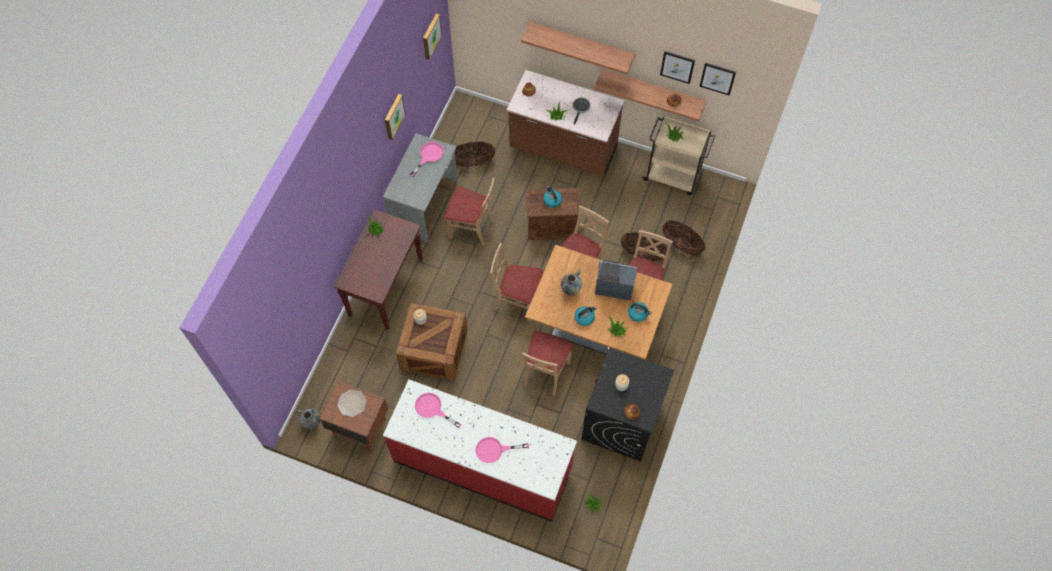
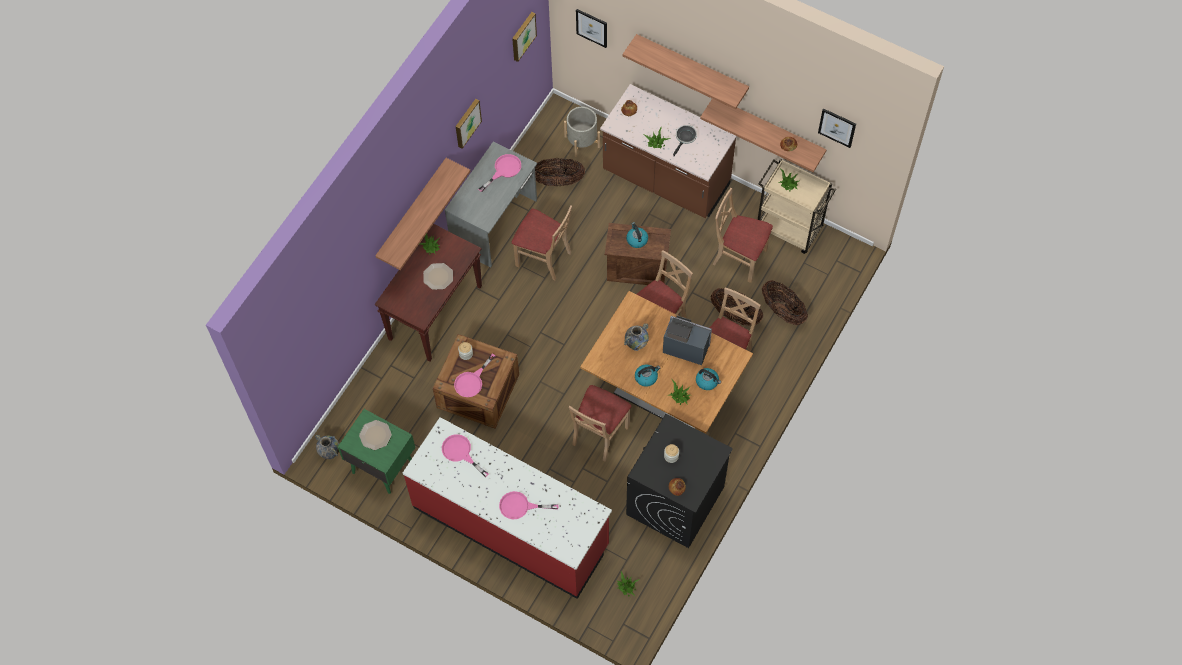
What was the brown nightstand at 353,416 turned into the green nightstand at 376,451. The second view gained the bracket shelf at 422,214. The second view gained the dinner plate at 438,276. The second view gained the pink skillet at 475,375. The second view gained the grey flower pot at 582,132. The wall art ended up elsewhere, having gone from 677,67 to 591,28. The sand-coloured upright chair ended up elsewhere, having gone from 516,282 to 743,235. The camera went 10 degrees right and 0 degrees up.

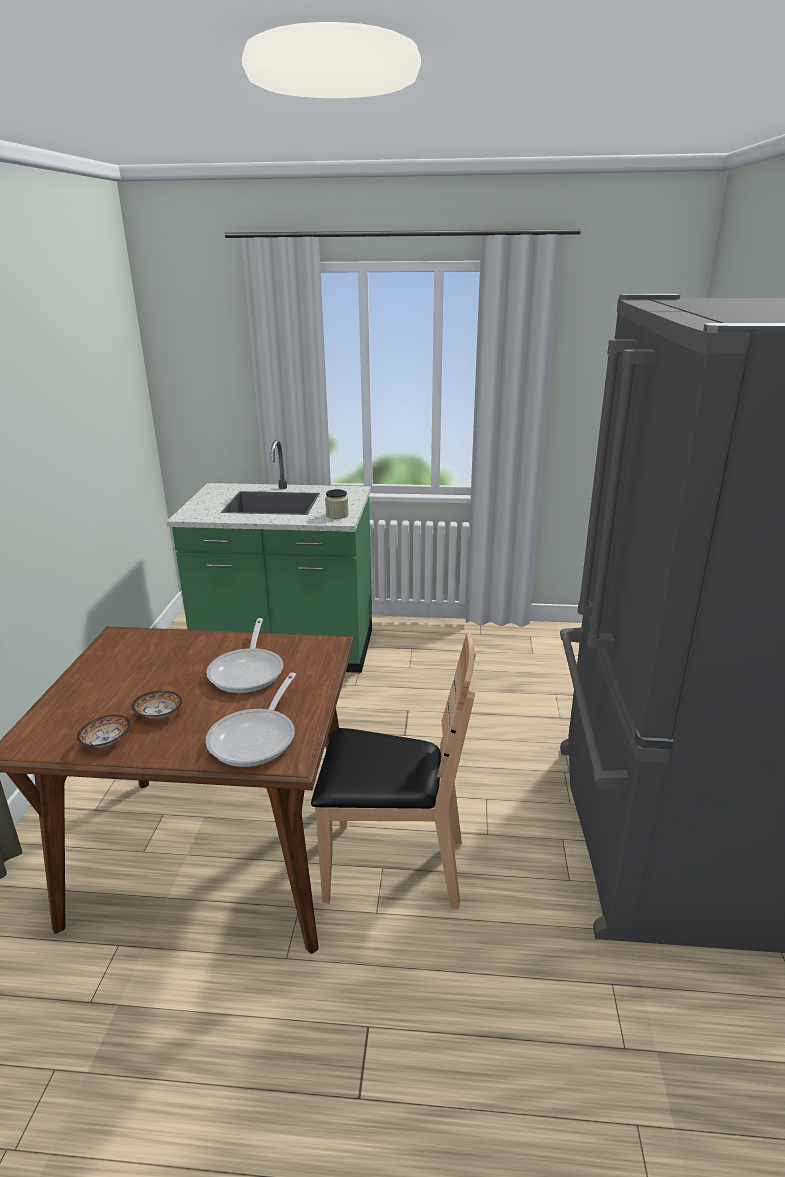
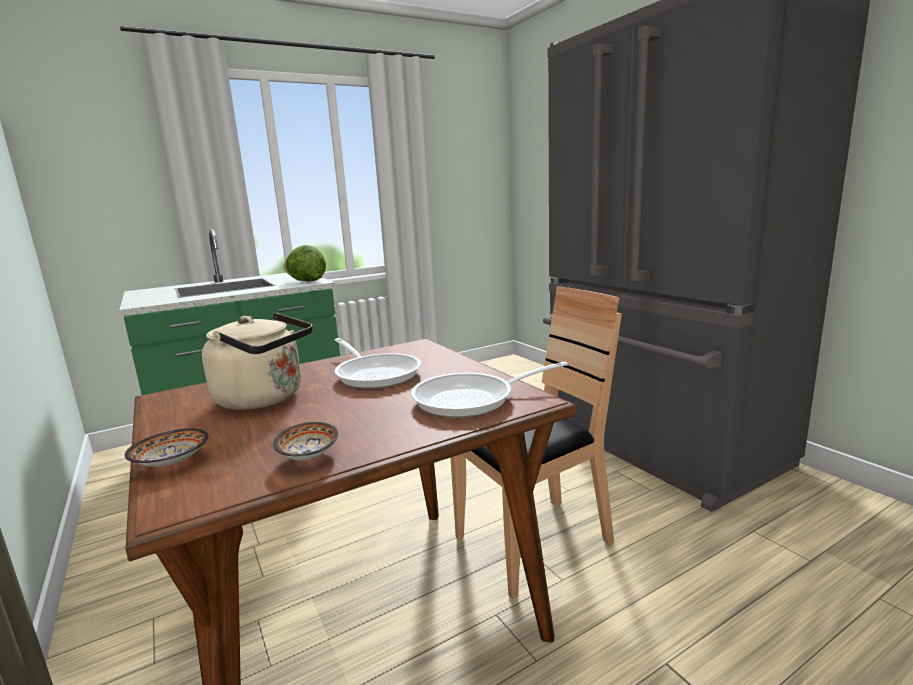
The serving bowl ended up elsewhere, having gone from 157,704 to 167,448. The second view gained the sand-coloured tea kettle at 257,361. Where the jar stood at 337,504, the lettuce came to stand at 304,263. The skillet at 251,719 ended up facing another way, 90 degrees clockwise from before. The camera went 35 degrees left and 10 degrees down.

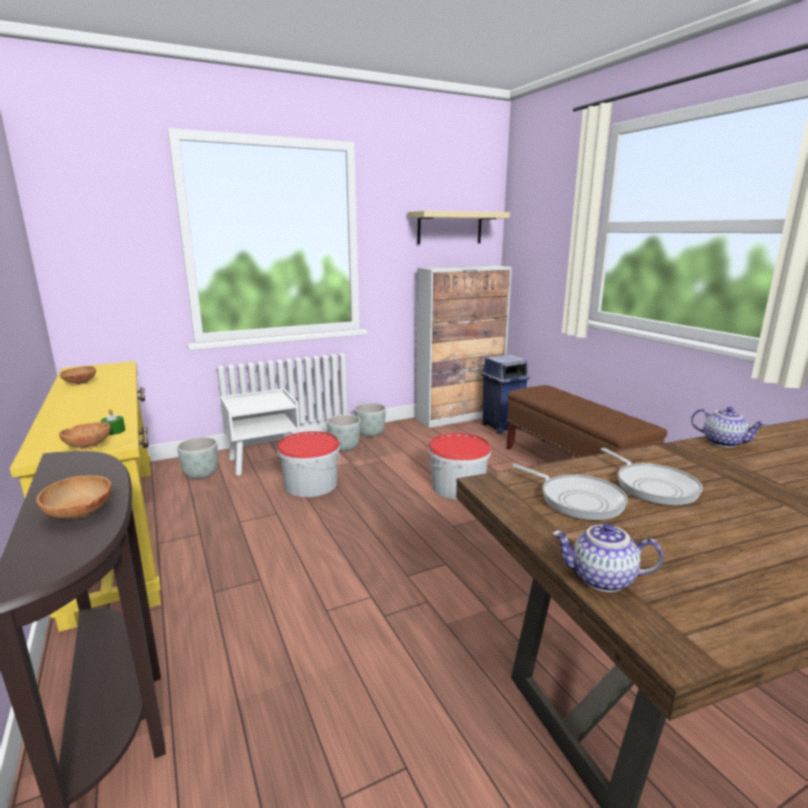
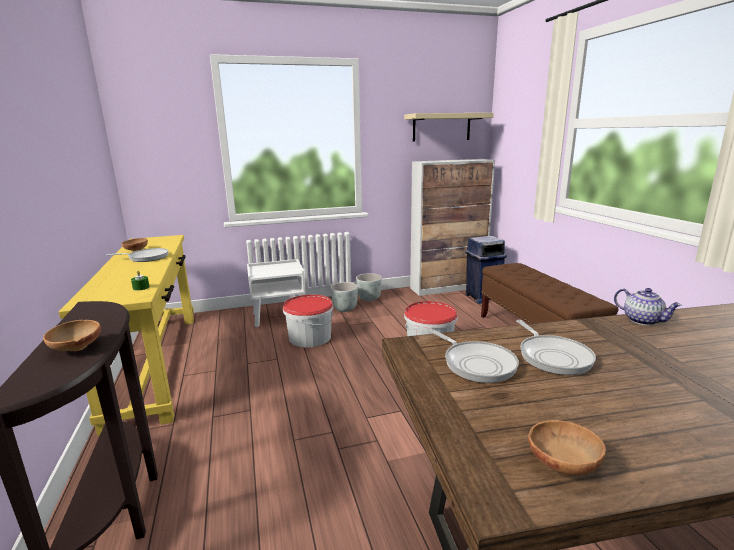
The second view gained the skillet at 137,255. The brown serving bowl ended up elsewhere, having gone from 85,436 to 567,448. The second view lost the grey flower pot at 197,458. The second view lost the tea pot at 607,557. The camera went 10 degrees right and 0 degrees up.

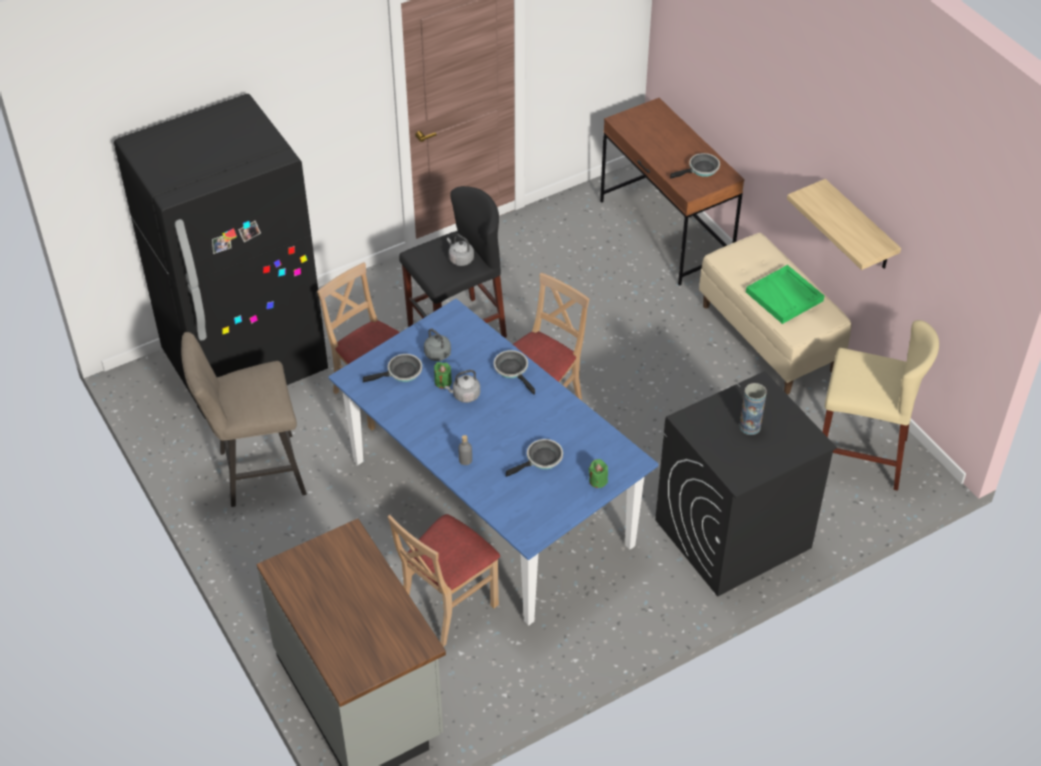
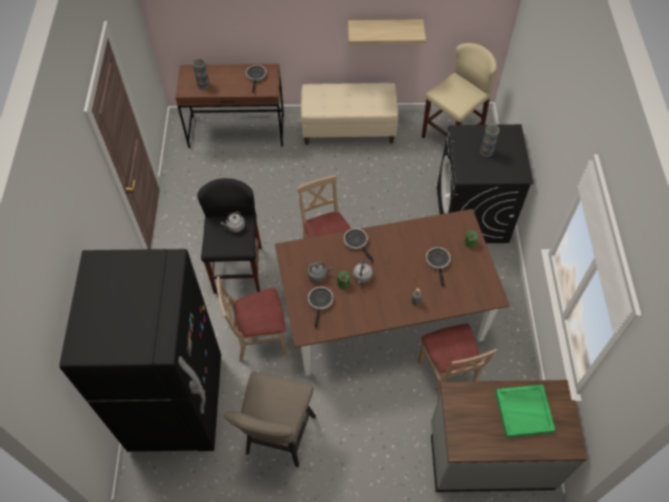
The second view gained the decorative vase at 201,74. What was the blue-coloured kitchen table at 493,462 turned into the brown kitchen table at 392,292. The skillet at 514,372 ended up facing another way, 60 degrees clockwise from before. The green carrying tray ended up elsewhere, having gone from 785,294 to 525,411. The camera went 60 degrees left and 10 degrees up.

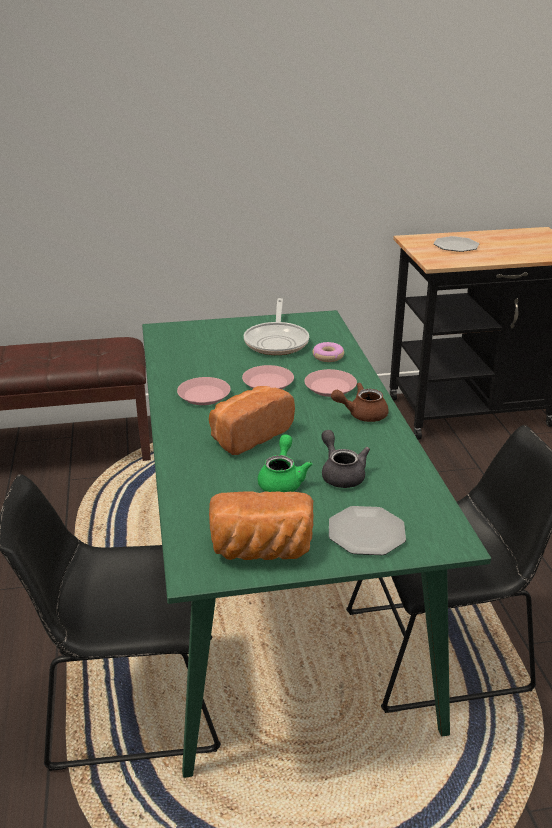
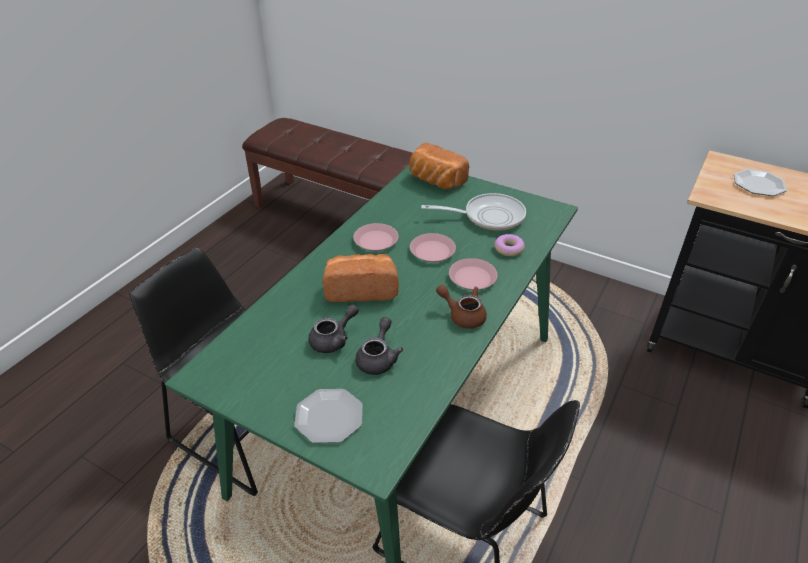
What was the green tea pot at 285,463 turned into the grey tea pot at 334,328. The bakery bread ended up elsewhere, having gone from 261,525 to 439,166. The skillet at 276,326 ended up facing another way, 135 degrees counterclockwise from before. The camera went 40 degrees right and 10 degrees up.

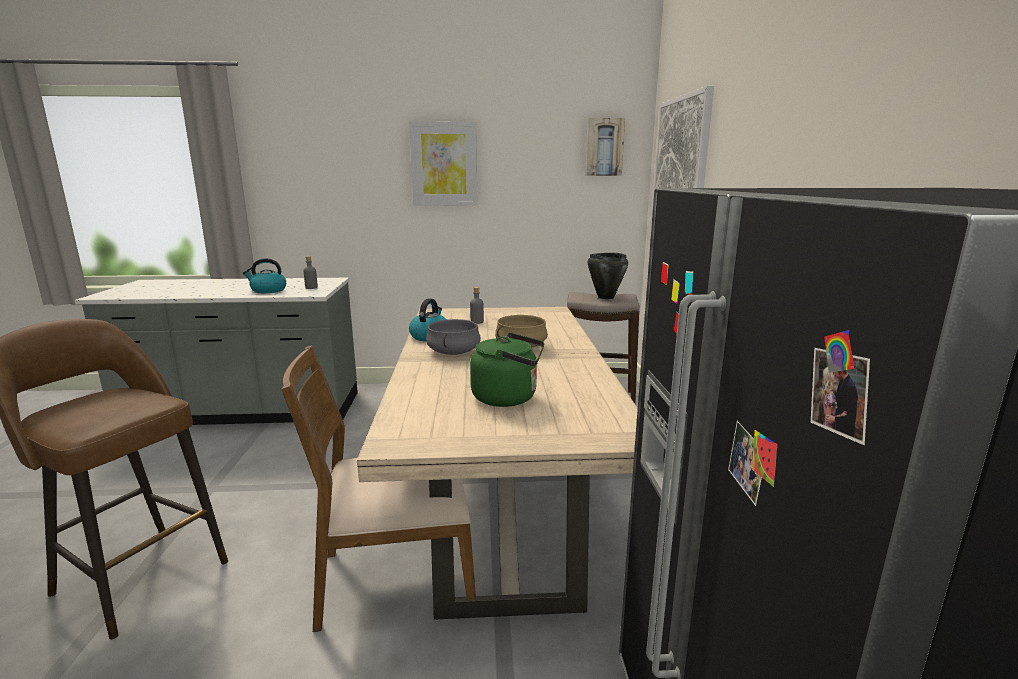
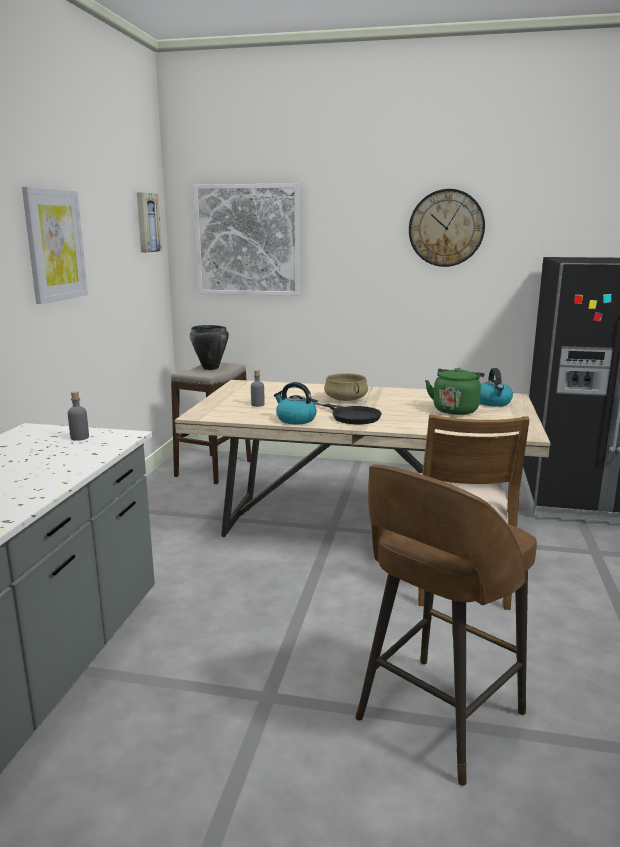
Where the grey saucepot stood at 453,337, the black skillet came to stand at 346,411. The second view gained the hanging clock at 447,228. The tea kettle ended up elsewhere, having gone from 264,275 to 496,387. The camera went 75 degrees left and 0 degrees up.

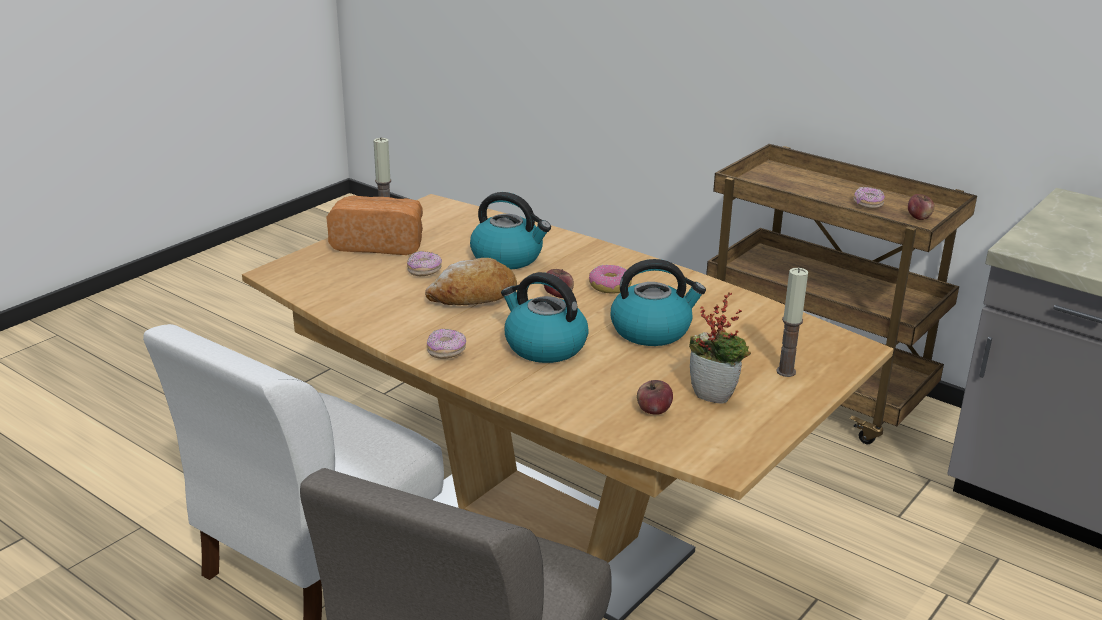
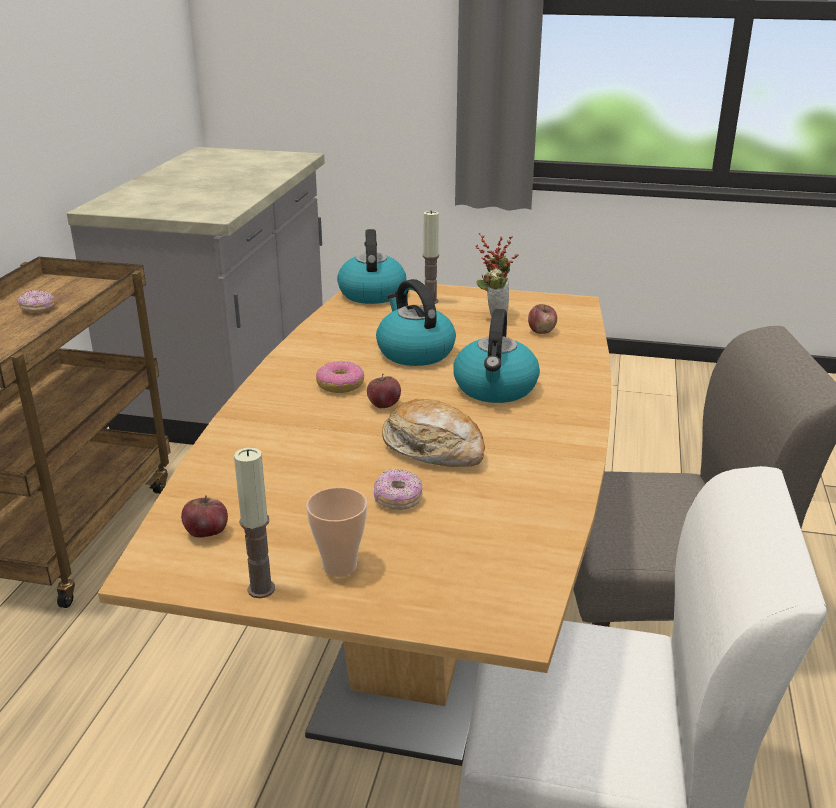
The whole apple ended up elsewhere, having gone from 921,207 to 204,516. Where the bakery bread stood at 374,225, the drinking cup came to stand at 336,532. The tea kettle ended up elsewhere, having gone from 510,230 to 371,266. The second view lost the ring doughnut at 446,344. The camera went 115 degrees left and 0 degrees up.

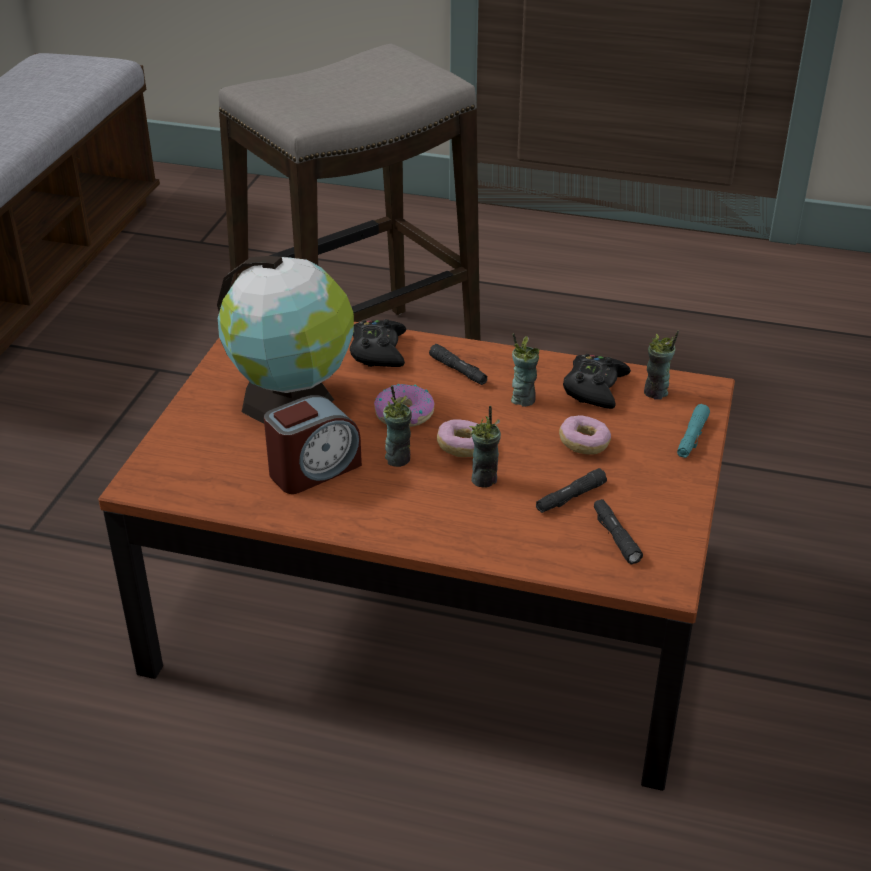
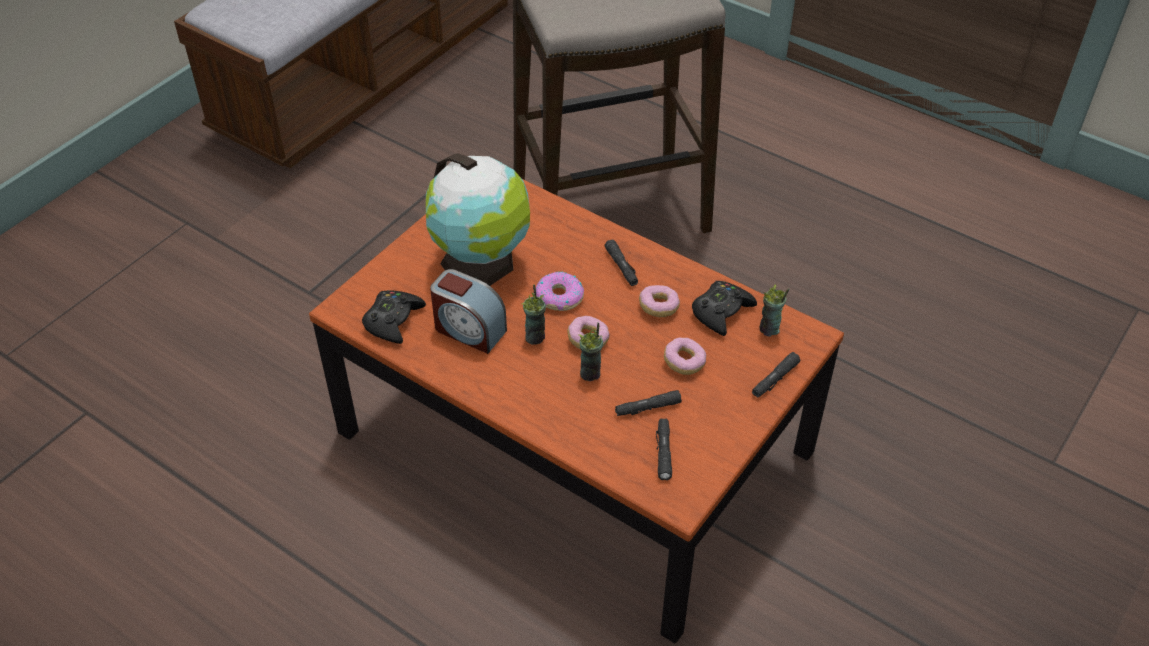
The black joypad ended up elsewhere, having gone from 378,343 to 394,317. The table clock at 313,444 ended up facing another way, 45 degrees clockwise from before. Where the drinking cup stood at 525,370, the ring doughnut came to stand at 659,301. What was the turquoise hand torch at 693,431 turned into the black hand torch at 776,375. The camera went 20 degrees right and 10 degrees up.

